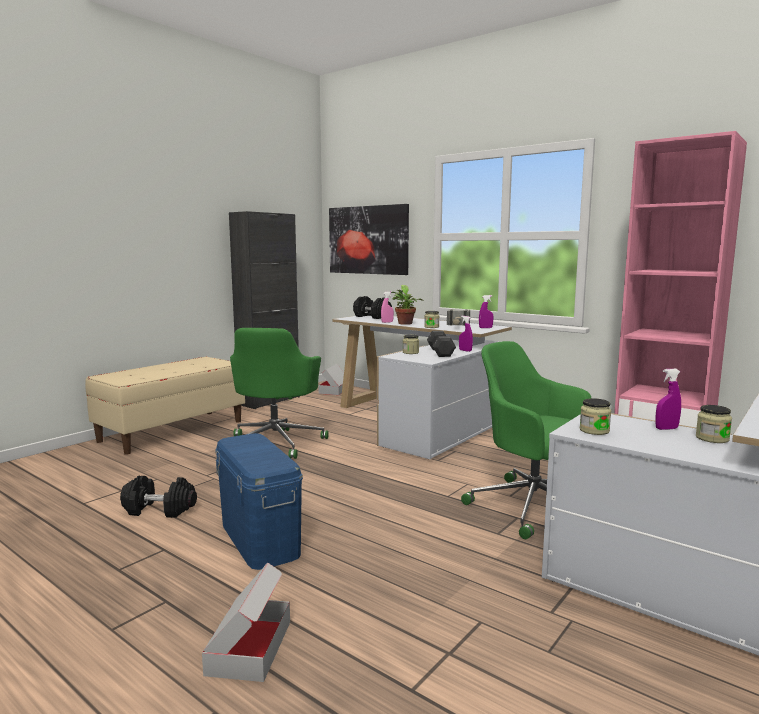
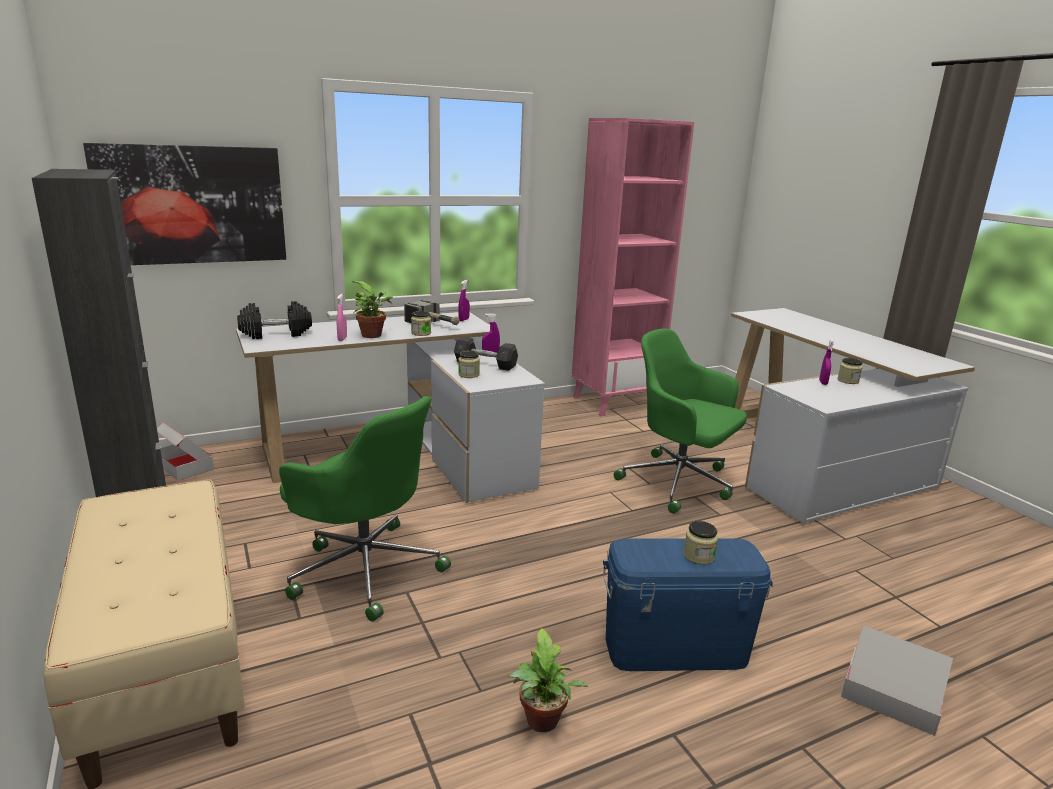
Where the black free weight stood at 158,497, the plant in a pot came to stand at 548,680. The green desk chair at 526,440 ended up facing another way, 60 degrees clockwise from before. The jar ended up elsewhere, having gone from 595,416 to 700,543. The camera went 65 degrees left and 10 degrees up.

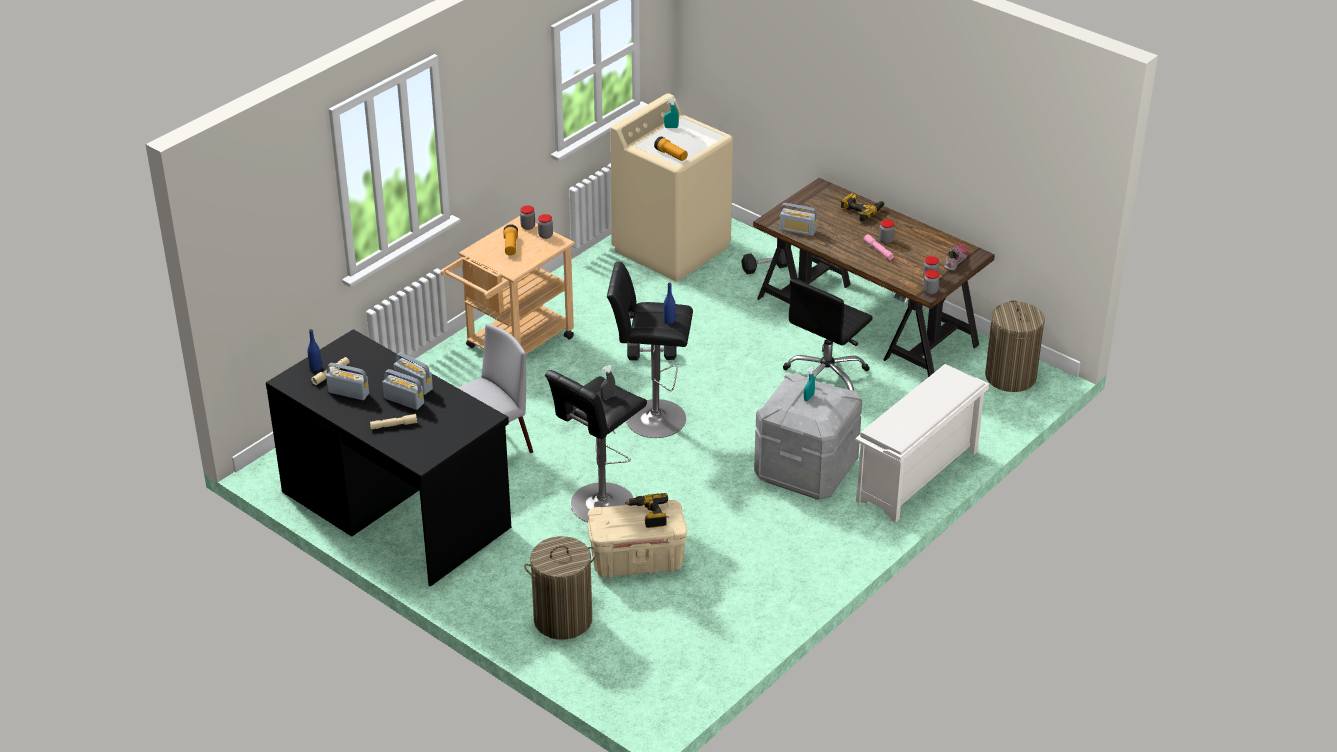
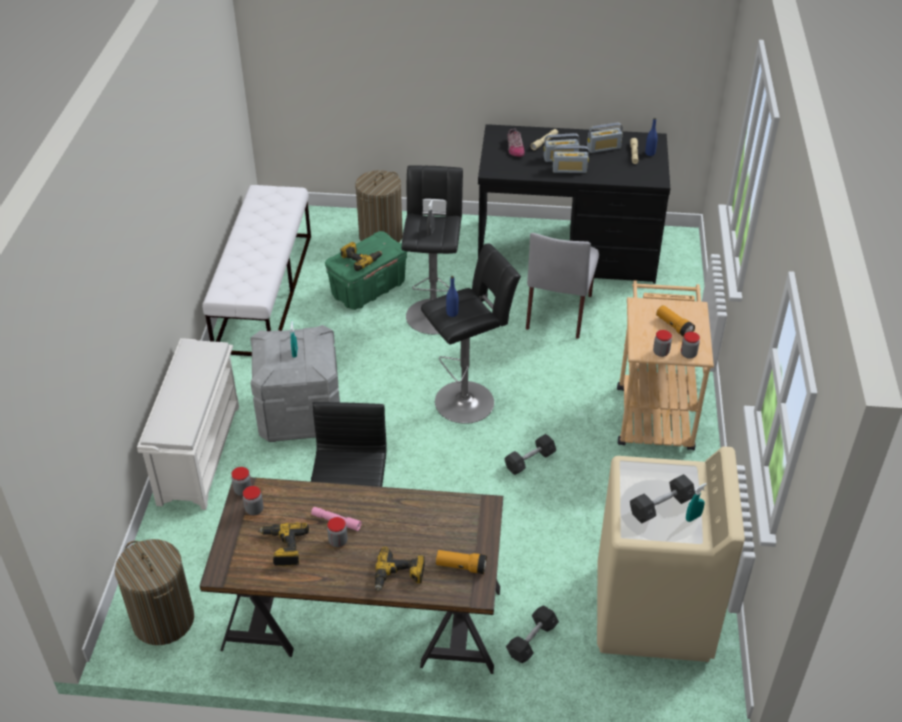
The second view gained the white long seat at 256,270. The second view gained the drill at 283,544. What was the sand-coloured storage box at 637,539 turned into the green storage box at 366,270. The hand torch ended up elsewhere, having gone from 671,148 to 461,562. The low shoe ended up elsewhere, having gone from 956,258 to 515,142. The second view gained the grey free weight at 662,498. The second view lost the radio at 798,219. The camera went 145 degrees right and 5 degrees up.

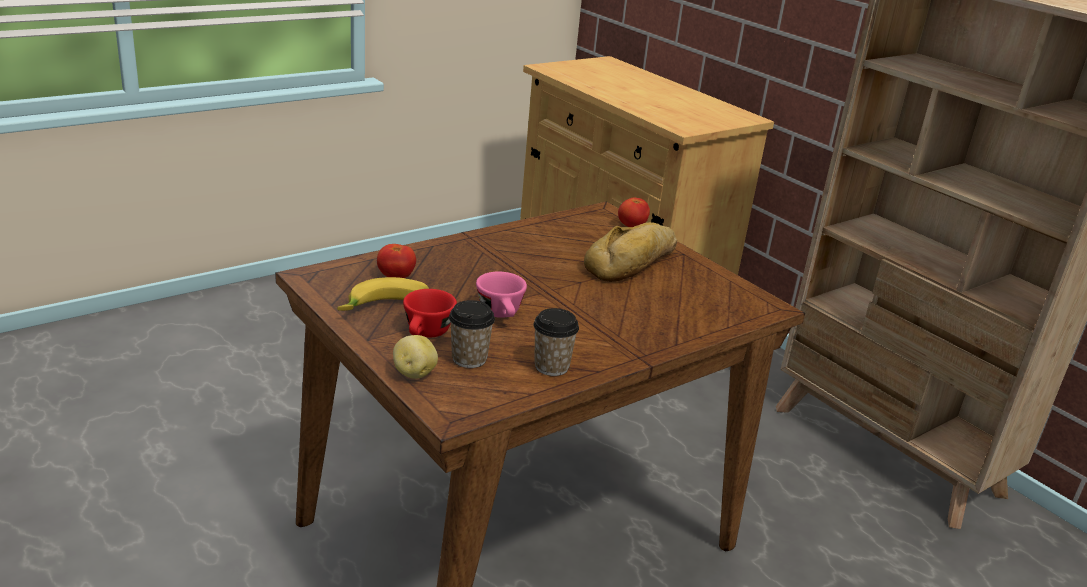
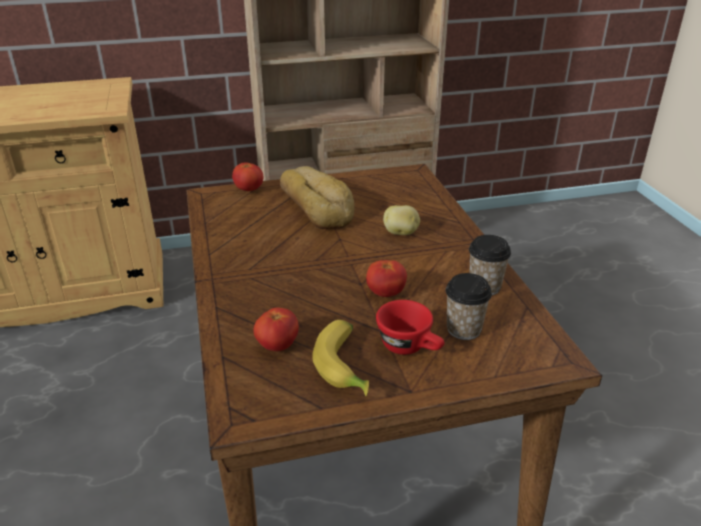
Where the pink drinking cup stood at 501,295, the fresh tomato came to stand at 386,278. The potato ended up elsewhere, having gone from 415,357 to 401,220. The camera went 65 degrees left and 5 degrees up.

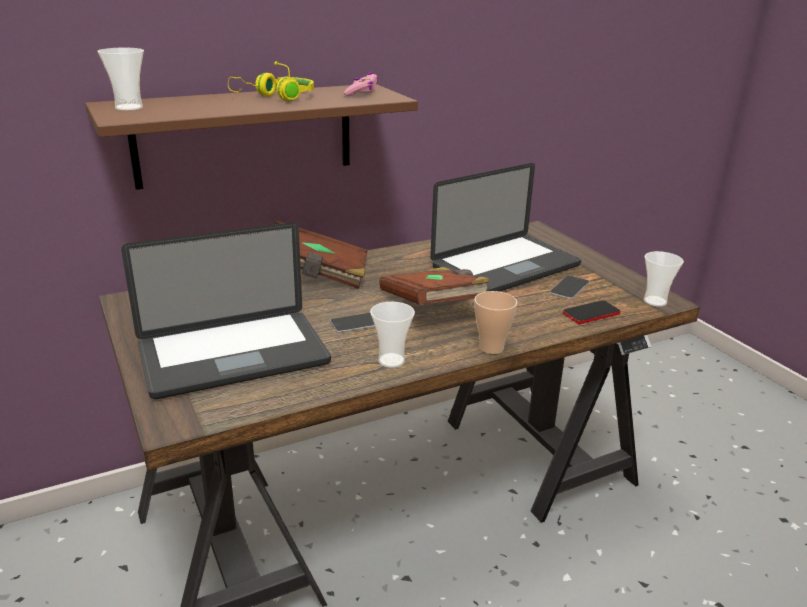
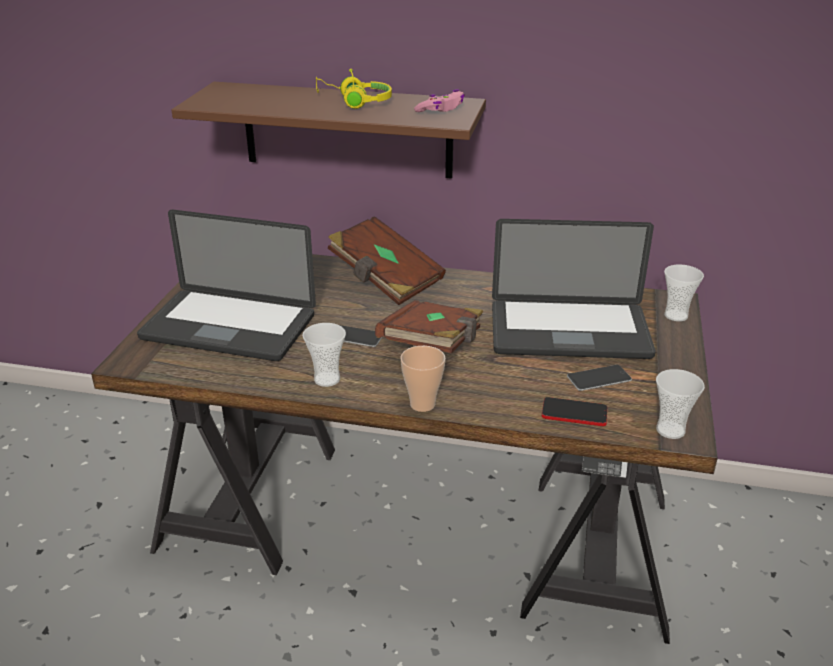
The drinking cup ended up elsewhere, having gone from 120,79 to 684,293. The camera went 40 degrees right and 5 degrees up.

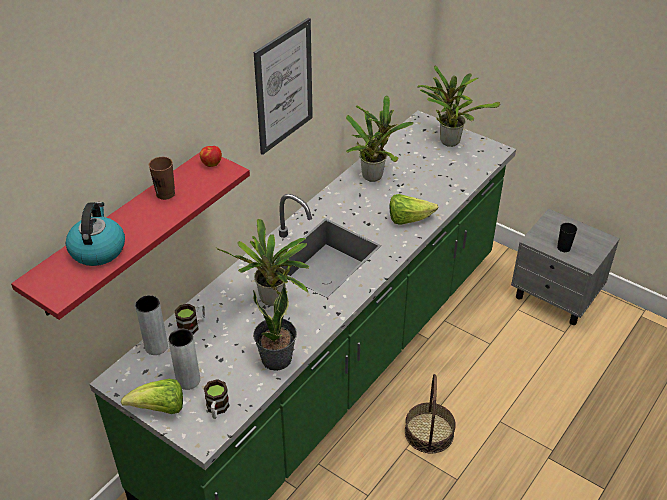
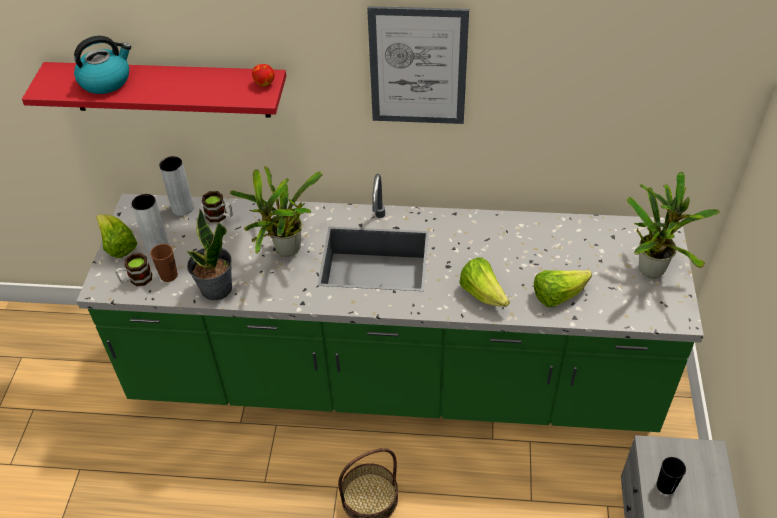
The brown drinking cup ended up elsewhere, having gone from 162,178 to 164,263. The second view gained the lettuce at 563,288. The second view lost the plant in a pot at 380,139. The camera went 60 degrees right and 5 degrees up.

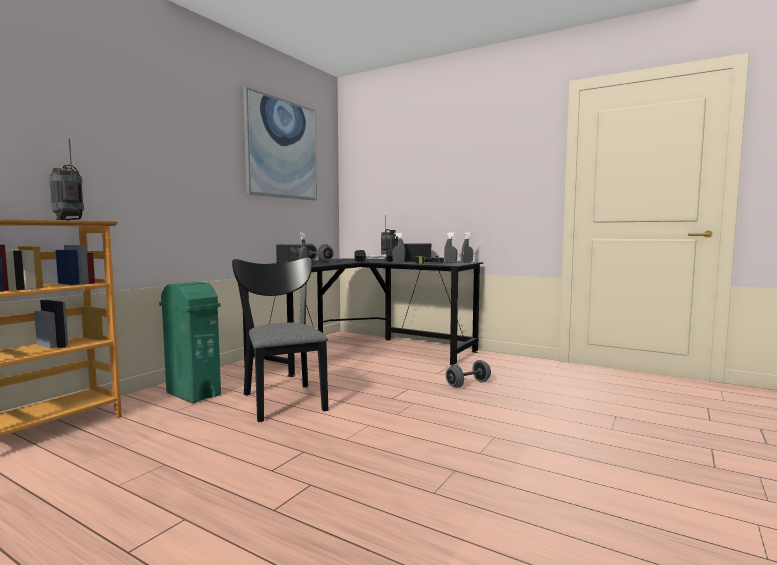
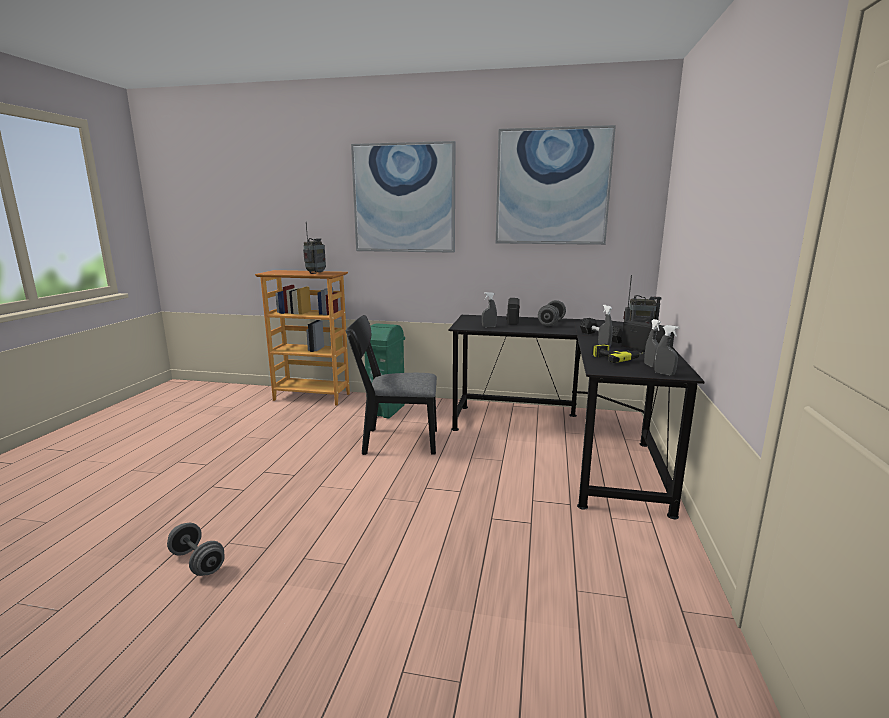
The grey free weight ended up elsewhere, having gone from 468,374 to 196,549. The black upright chair at 280,339 ended up facing another way, 135 degrees counterclockwise from before. The second view gained the wall art at 403,197. The camera went 70 degrees right and 10 degrees up.

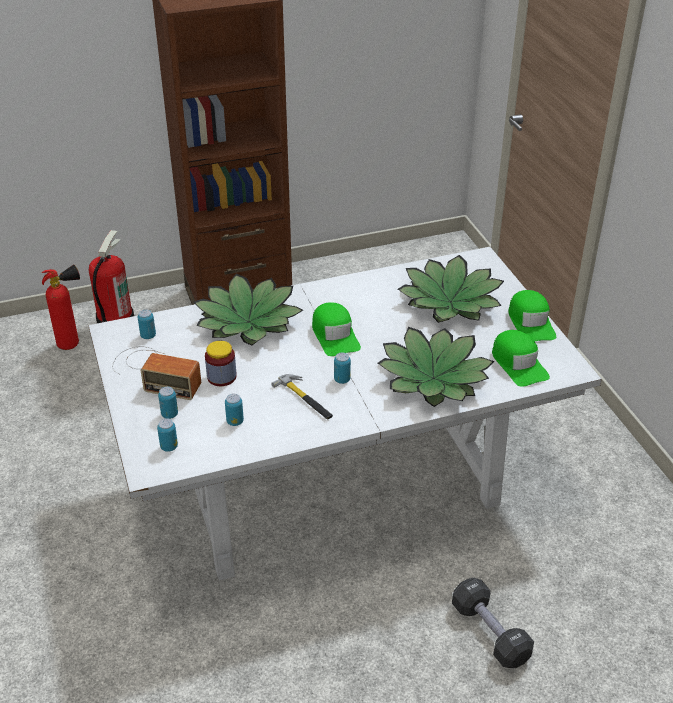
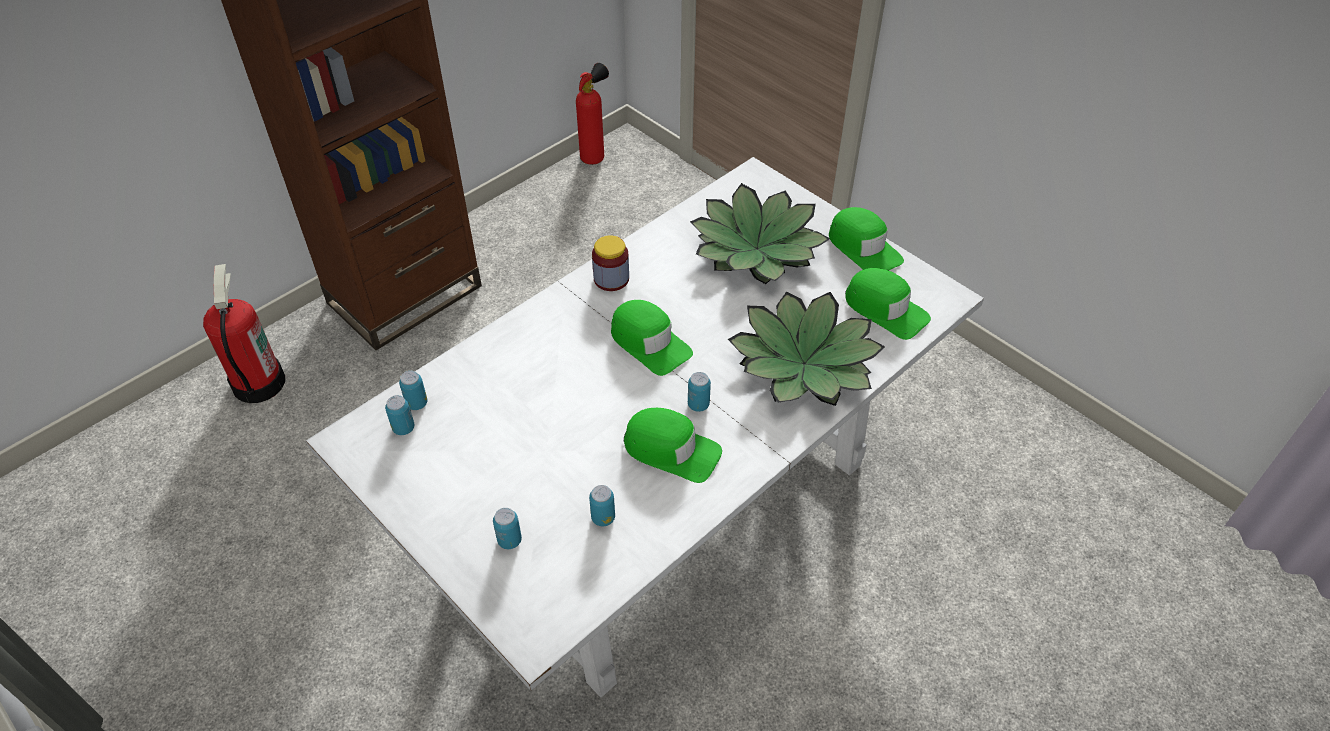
The metal can ended up elsewhere, having gone from 167,435 to 413,390. The fire-fighting cylinder ended up elsewhere, having gone from 61,307 to 592,114. The jar ended up elsewhere, having gone from 221,363 to 610,263. Where the hand hammer stood at 302,396, the green baseball cap came to stand at 673,445. The second view lost the radio at 156,373. The second view lost the plant in a pot at 248,309. The second view lost the black free weight at 493,623. The camera went 25 degrees left and 10 degrees up.

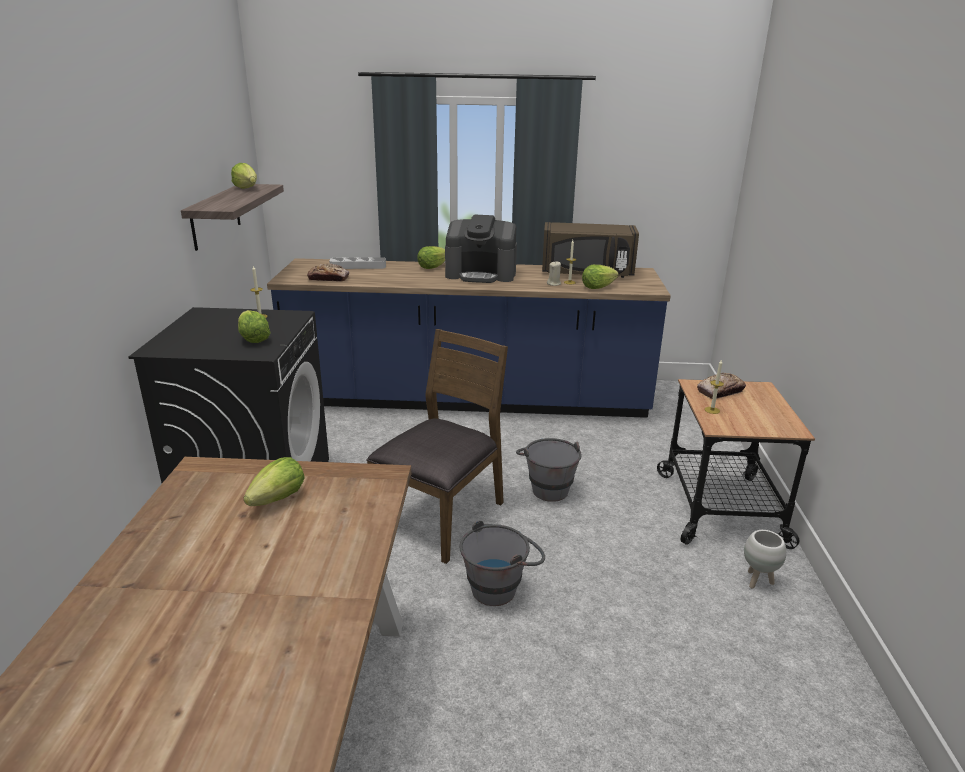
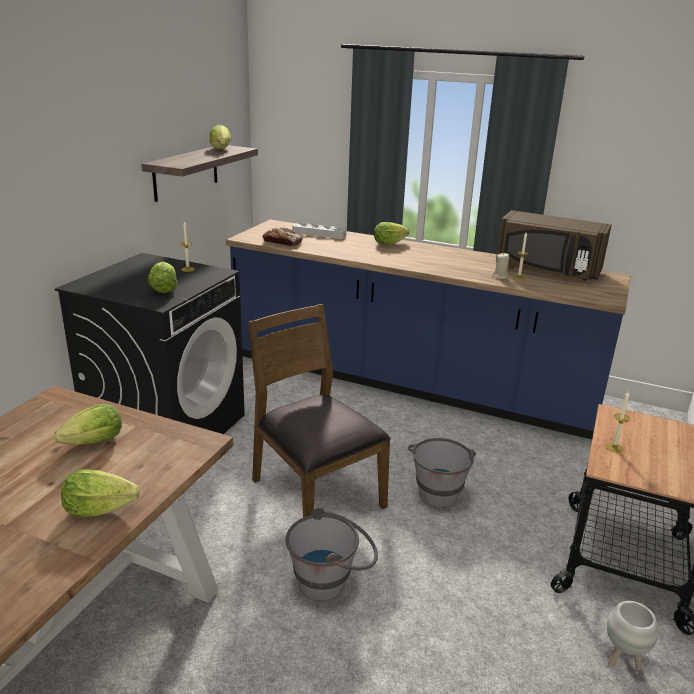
The lettuce ended up elsewhere, having gone from 600,277 to 100,493. The brown upright chair at 437,446 ended up facing another way, 90 degrees counterclockwise from before. The second view lost the coffee brewer at 481,249. The second view lost the bakery bread at 721,386. The camera went 20 degrees right and 0 degrees up.

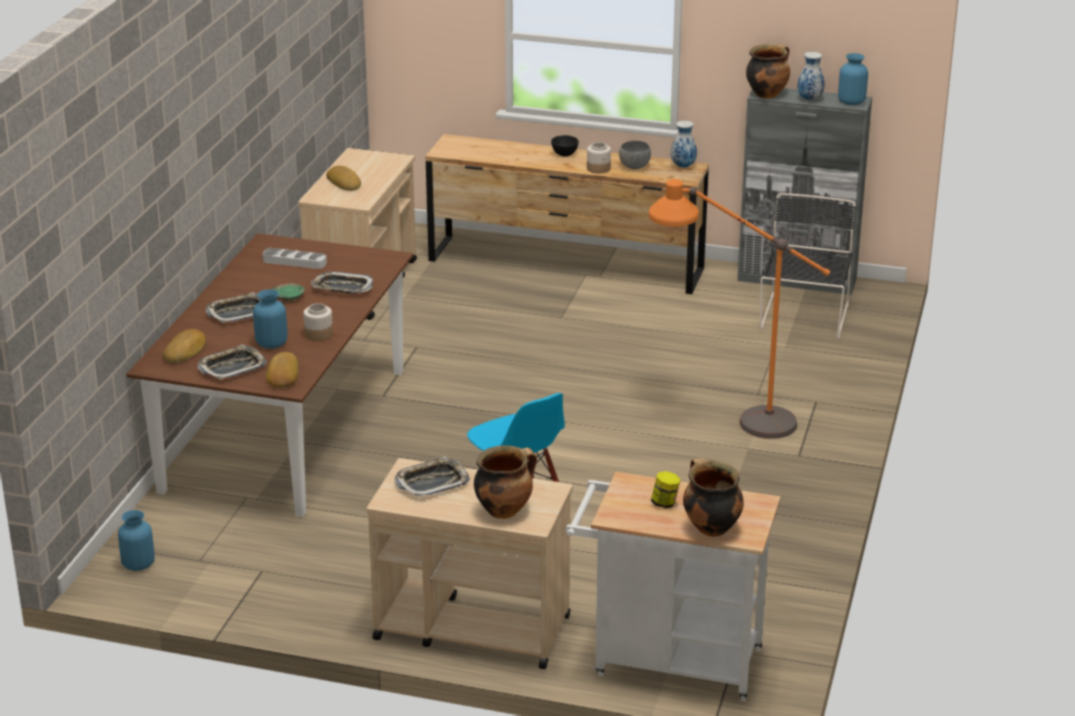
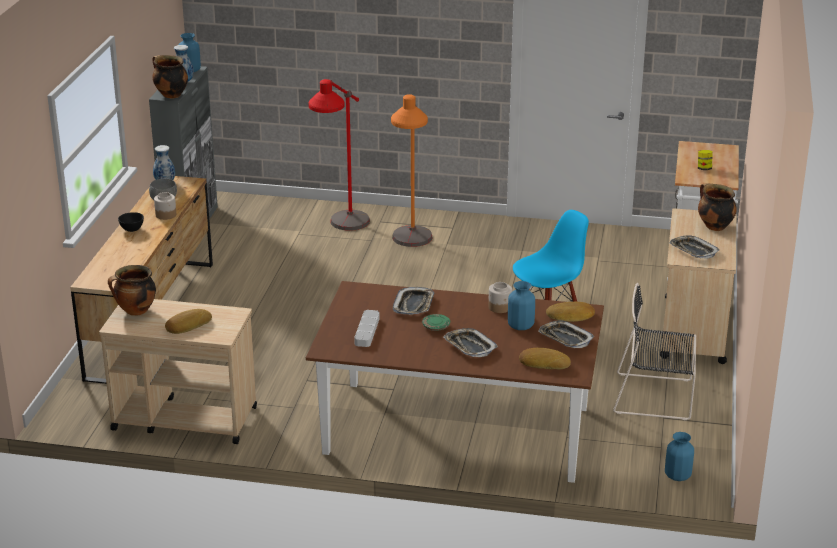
The saucepot ended up elsewhere, having gone from 713,497 to 132,290. The second view gained the red floor lamp at 339,155. The black upright chair ended up elsewhere, having gone from 808,266 to 654,351. The camera went 95 degrees left and 0 degrees up.

